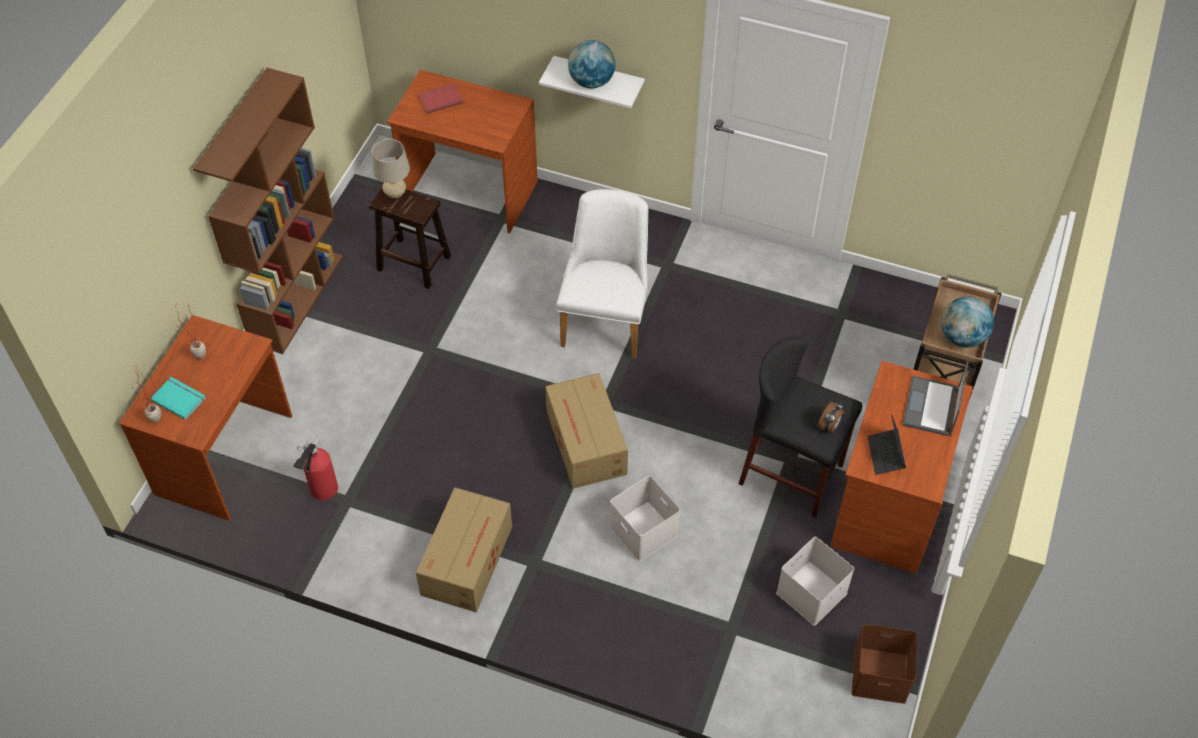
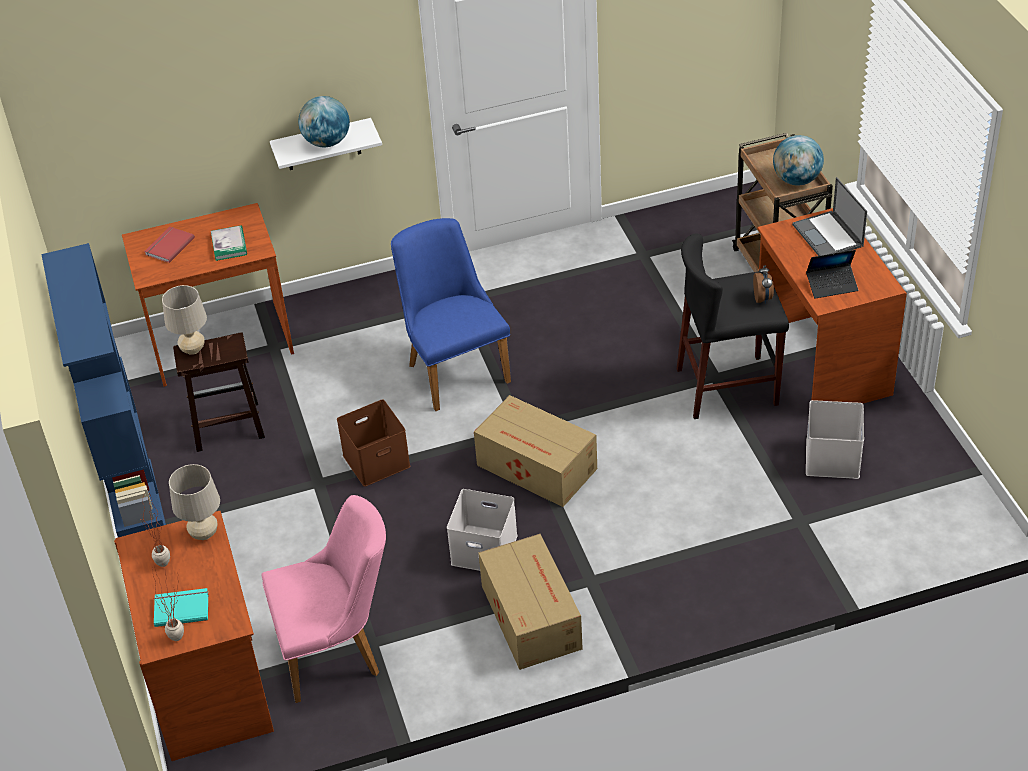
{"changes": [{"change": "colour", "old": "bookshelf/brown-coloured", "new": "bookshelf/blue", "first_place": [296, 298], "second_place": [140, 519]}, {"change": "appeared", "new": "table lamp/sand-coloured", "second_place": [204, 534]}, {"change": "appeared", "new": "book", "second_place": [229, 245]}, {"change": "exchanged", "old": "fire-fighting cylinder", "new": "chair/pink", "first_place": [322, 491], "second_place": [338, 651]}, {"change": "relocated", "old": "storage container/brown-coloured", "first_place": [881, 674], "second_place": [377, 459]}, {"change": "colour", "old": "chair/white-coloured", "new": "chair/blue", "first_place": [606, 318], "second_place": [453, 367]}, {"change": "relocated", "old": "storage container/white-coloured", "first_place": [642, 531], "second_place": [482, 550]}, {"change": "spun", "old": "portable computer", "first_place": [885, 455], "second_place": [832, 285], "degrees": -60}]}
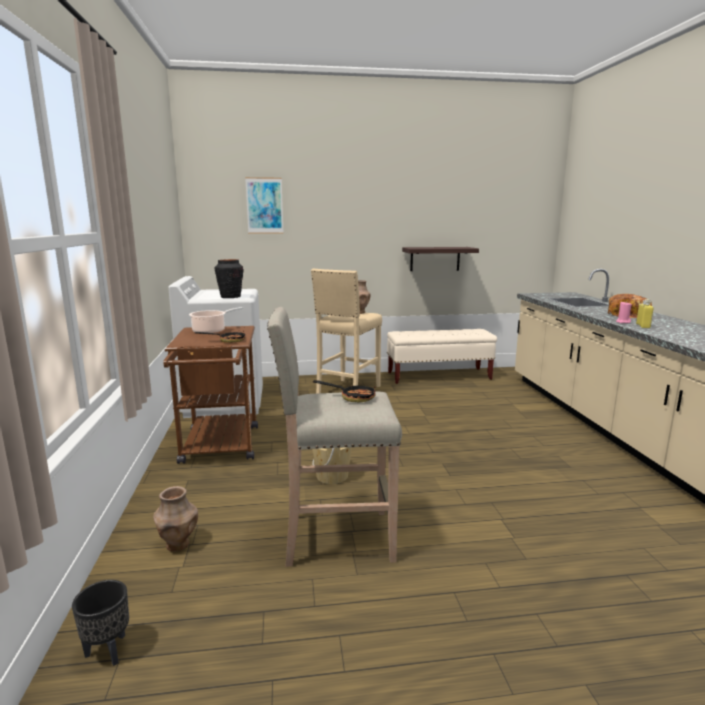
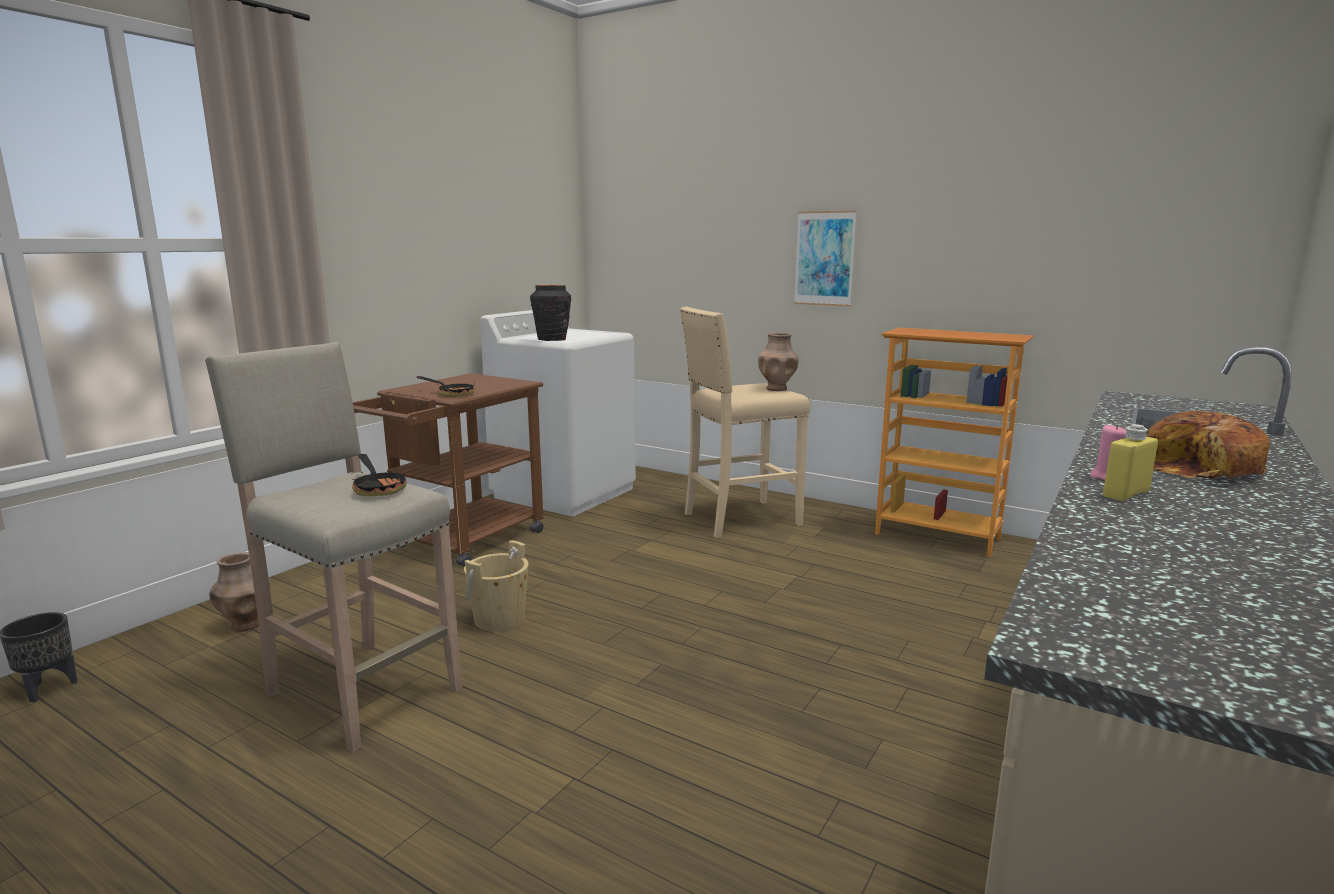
{"changes": [{"change": "relocated", "old": "picture", "first_place": [264, 205], "second_place": [824, 258]}, {"change": "exchanged", "old": "indoor bench/sand-coloured", "new": "bookshelf", "first_place": [439, 376], "second_place": [938, 536]}, {"change": "missing", "old": "stockpot", "first_place": [211, 331]}, {"change": "missing", "old": "bracket shelf", "first_place": [435, 259]}]}
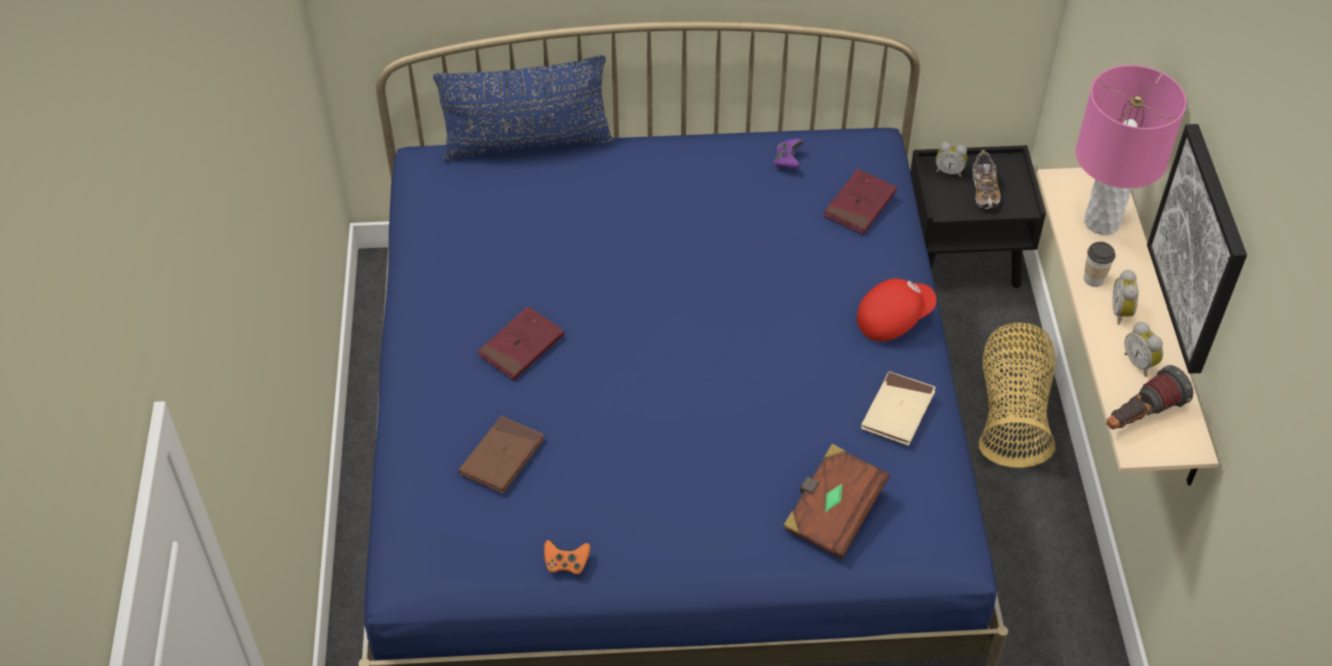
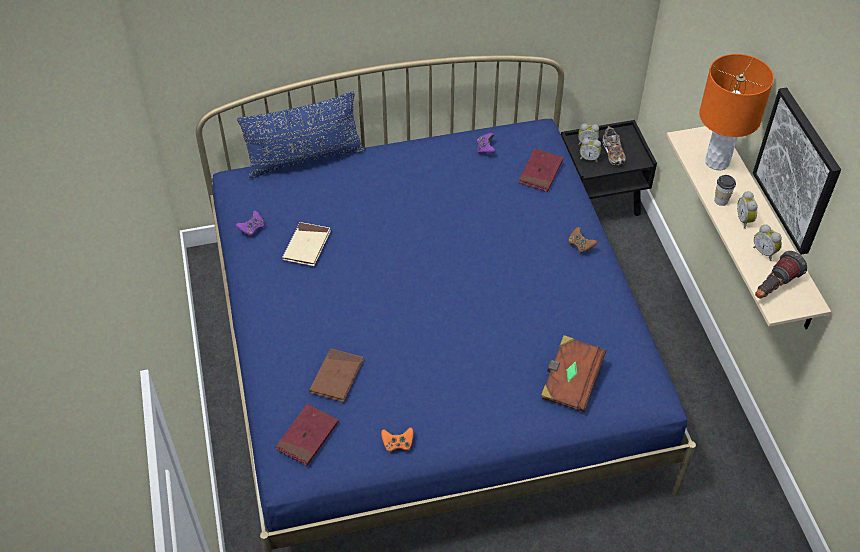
{"changes": [{"change": "appeared", "new": "gamepad/purple", "second_place": [252, 229]}, {"change": "relocated", "old": "book/red", "first_place": [521, 346], "second_place": [307, 436]}, {"change": "relocated", "old": "book/sand-coloured", "first_place": [897, 411], "second_place": [307, 246]}, {"change": "exchanged", "old": "cap/red", "new": "gamepad/brown-coloured", "first_place": [893, 318], "second_place": [580, 245]}, {"change": "appeared", "new": "alarm clock", "second_place": [589, 158]}, {"change": "colour", "old": "table lamp/pink", "new": "table lamp/orangey", "first_place": [1101, 221], "second_place": [716, 162]}, {"change": "missing", "old": "storage basket", "first_place": [1012, 413]}]}
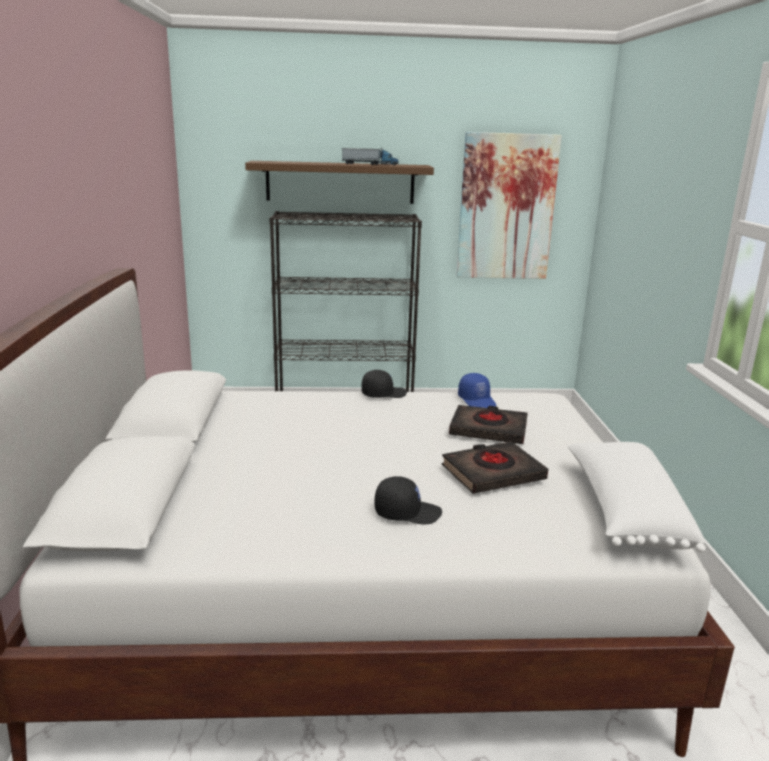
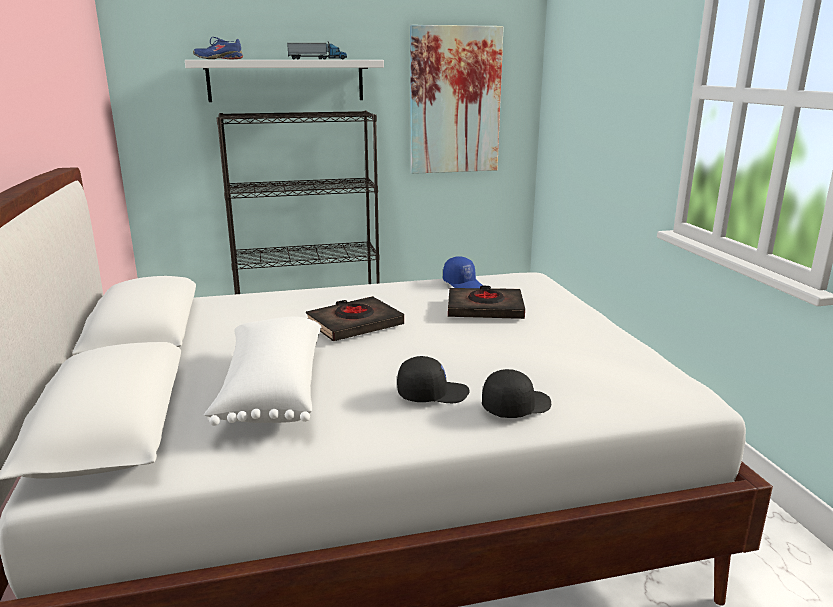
{"changes": [{"change": "colour", "old": "bracket shelf/brown-coloured", "new": "bracket shelf/white-coloured", "first_place": [340, 182], "second_place": [286, 80]}, {"change": "appeared", "new": "item of footwear/blue", "second_place": [219, 59]}, {"change": "relocated", "old": "throw pillow/white-coloured", "first_place": [624, 512], "second_place": [271, 390]}, {"change": "relocated", "old": "book/blackish", "first_place": [492, 473], "second_place": [354, 324]}, {"change": "relocated", "old": "cap/blackish", "first_place": [383, 394], "second_place": [515, 406]}]}
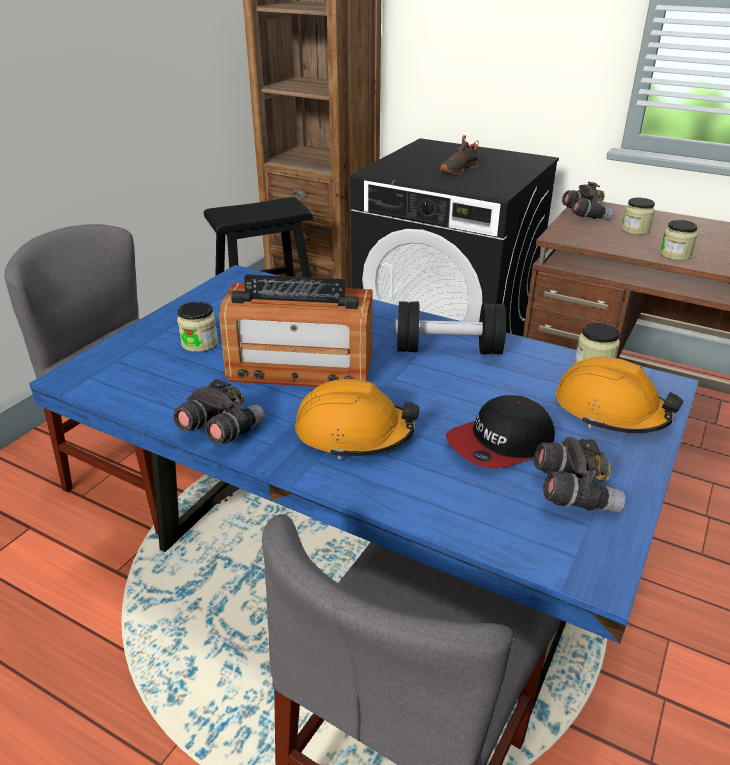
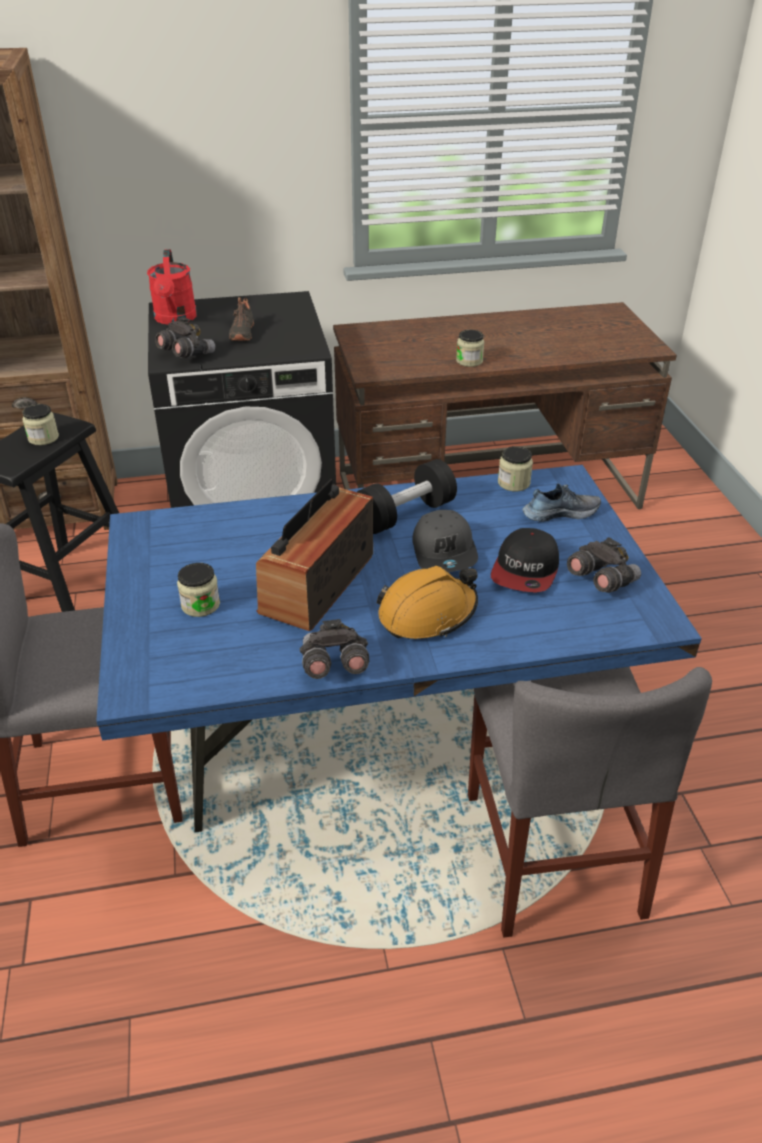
{"changes": [{"change": "relocated", "old": "preserve jar", "first_place": [635, 230], "second_place": [43, 438]}, {"change": "appeared", "new": "sprinkling can/red", "second_place": [175, 319]}, {"change": "relocated", "old": "pair of binoculars/greyish", "first_place": [584, 216], "second_place": [186, 355]}, {"change": "spun", "old": "radio", "first_place": [300, 367], "second_place": [317, 583], "degrees": 150}, {"change": "appeared", "new": "cap/greyish", "second_place": [445, 552]}, {"change": "exchanged", "old": "work helmet/orangey", "new": "item of footwear", "first_place": [611, 411], "second_place": [560, 513]}]}
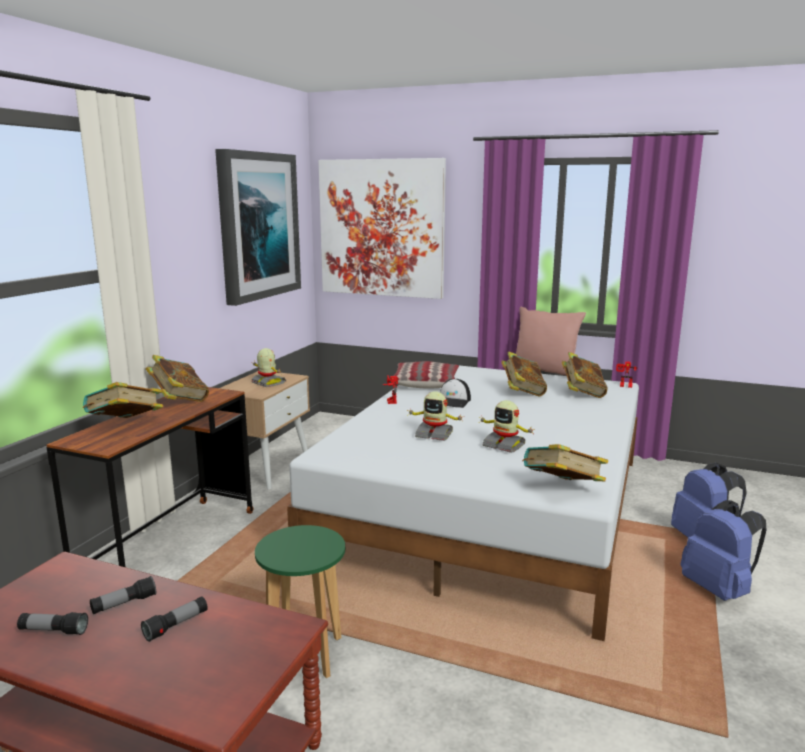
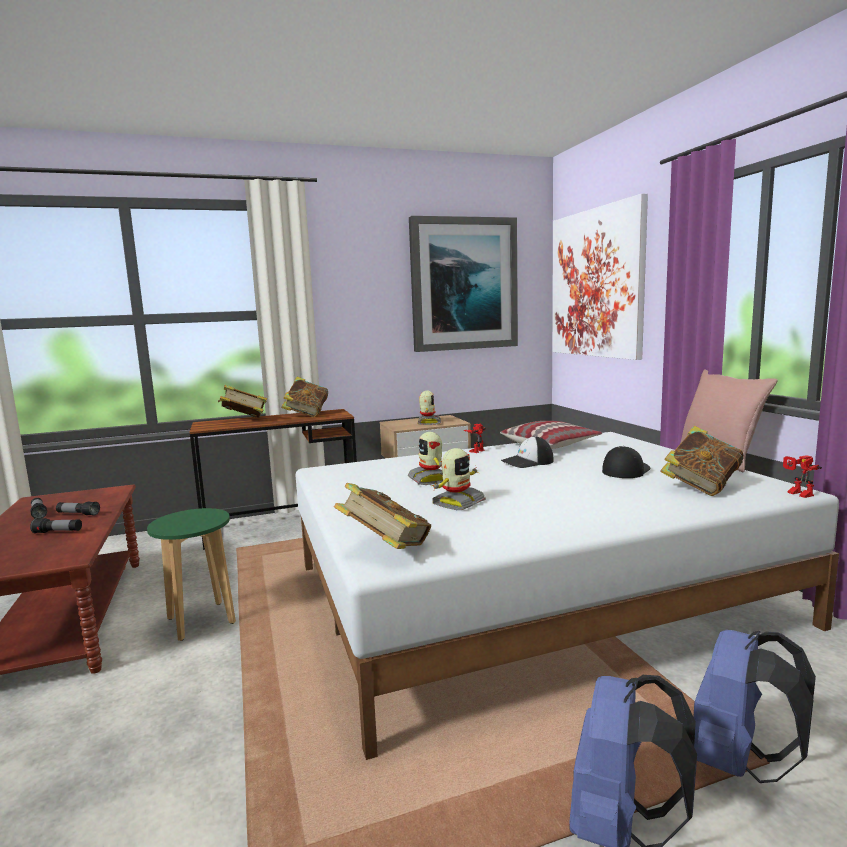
{"changes": [{"change": "spun", "old": "toy robot", "first_place": [504, 445], "second_place": [457, 503], "degrees": -135}, {"change": "exchanged", "old": "book", "new": "cap", "first_place": [522, 392], "second_place": [625, 470]}]}
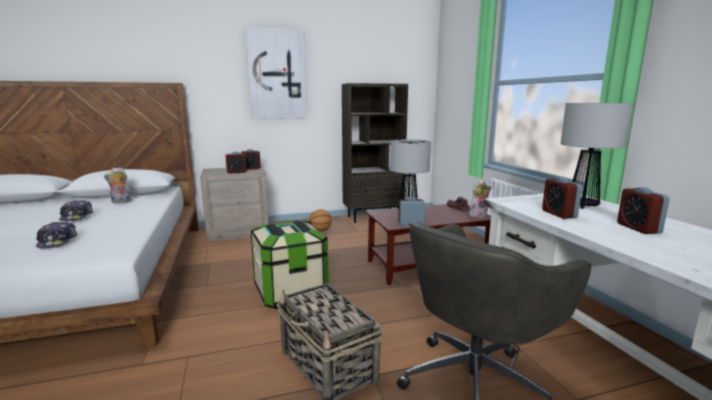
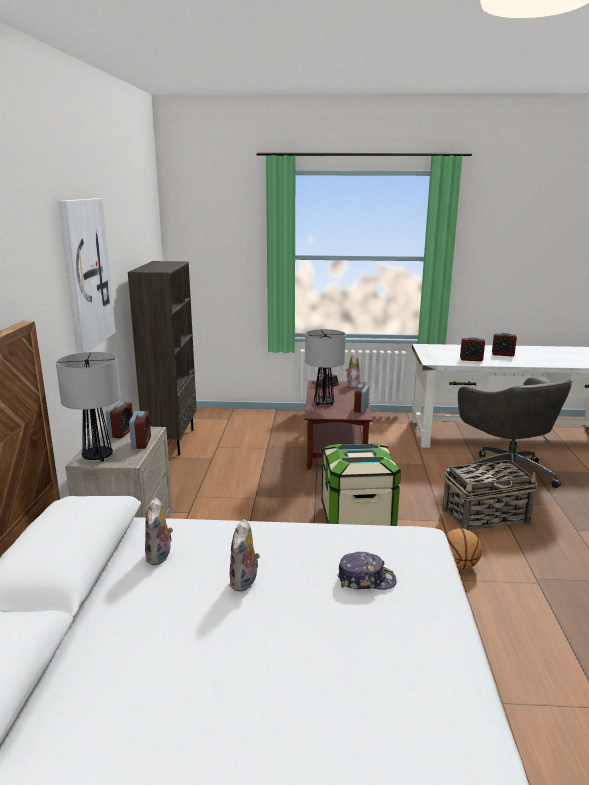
{"changes": [{"change": "relocated", "old": "table lamp", "first_place": [582, 206], "second_place": [98, 457]}, {"change": "exchanged", "old": "cap", "new": "cuddly toy", "first_place": [77, 217], "second_place": [245, 582]}, {"change": "relocated", "old": "ball for basketball", "first_place": [320, 230], "second_place": [458, 565]}]}
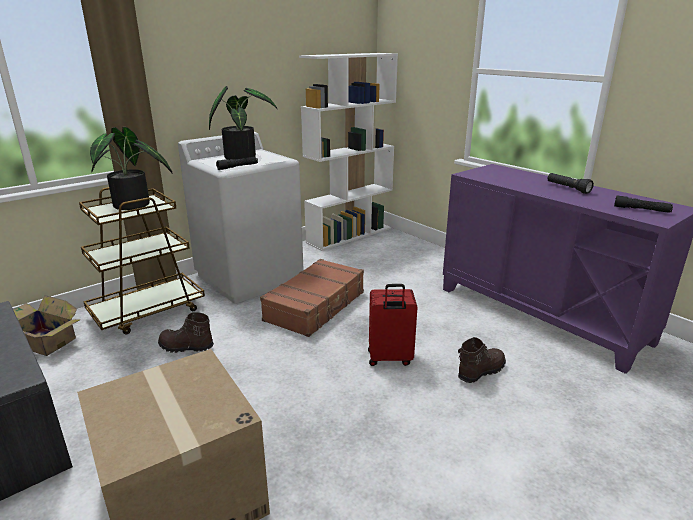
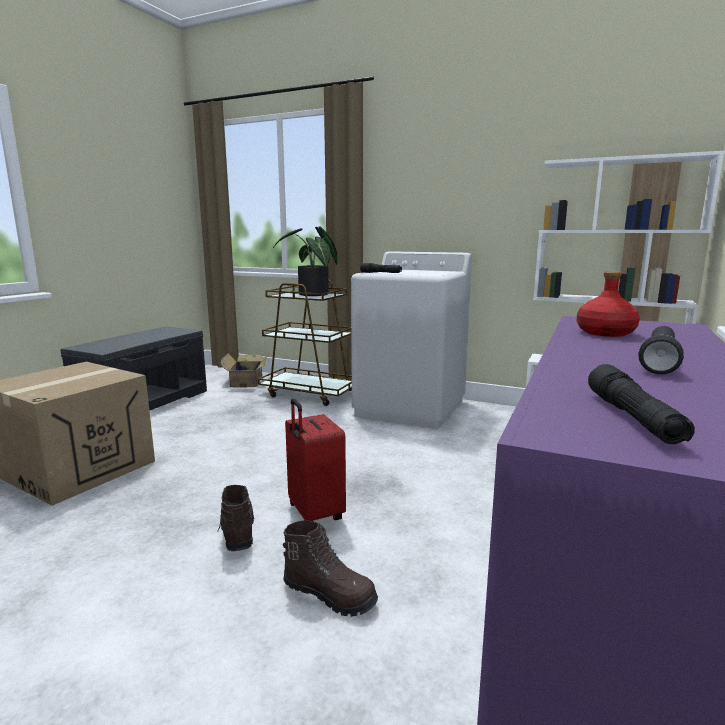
{"changes": [{"change": "relocated", "old": "high-top boot/brown-coloured", "first_place": [186, 347], "second_place": [237, 532]}, {"change": "appeared", "new": "drink bottle/red", "second_place": [605, 333]}, {"change": "missing", "old": "plant in a pot", "first_place": [242, 157]}, {"change": "missing", "old": "suitcase/brown-coloured", "first_place": [316, 306]}]}
